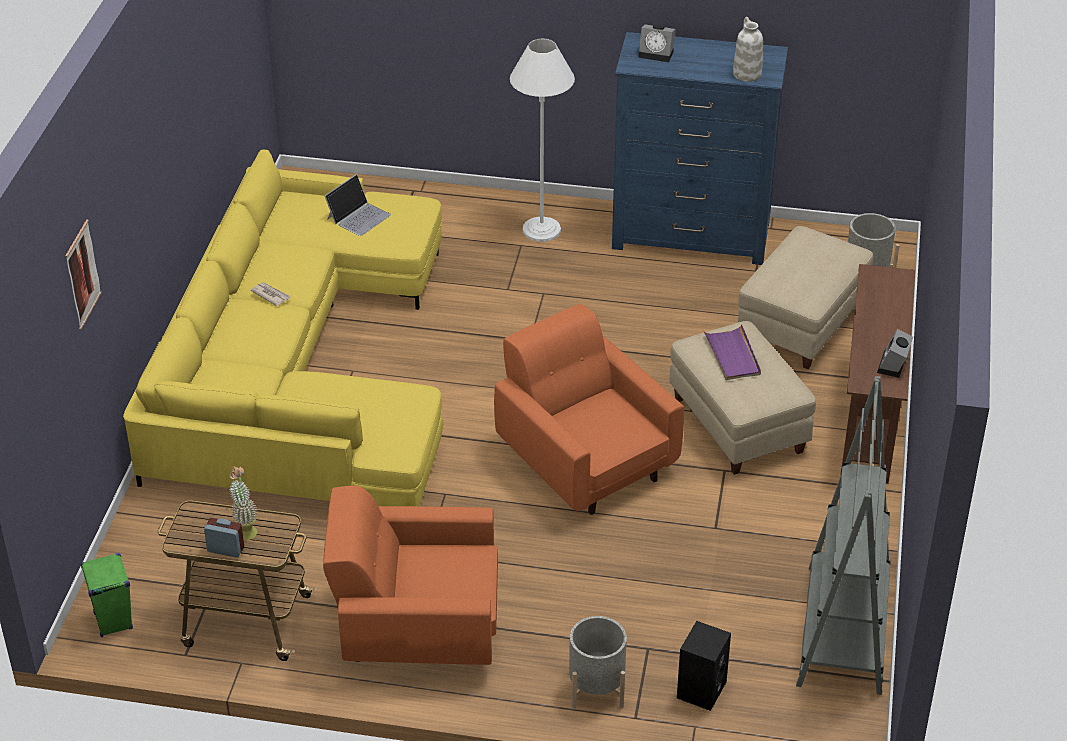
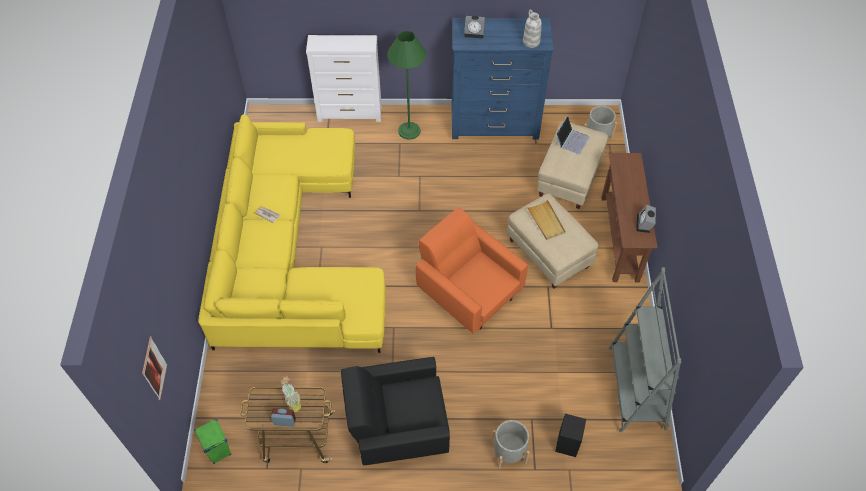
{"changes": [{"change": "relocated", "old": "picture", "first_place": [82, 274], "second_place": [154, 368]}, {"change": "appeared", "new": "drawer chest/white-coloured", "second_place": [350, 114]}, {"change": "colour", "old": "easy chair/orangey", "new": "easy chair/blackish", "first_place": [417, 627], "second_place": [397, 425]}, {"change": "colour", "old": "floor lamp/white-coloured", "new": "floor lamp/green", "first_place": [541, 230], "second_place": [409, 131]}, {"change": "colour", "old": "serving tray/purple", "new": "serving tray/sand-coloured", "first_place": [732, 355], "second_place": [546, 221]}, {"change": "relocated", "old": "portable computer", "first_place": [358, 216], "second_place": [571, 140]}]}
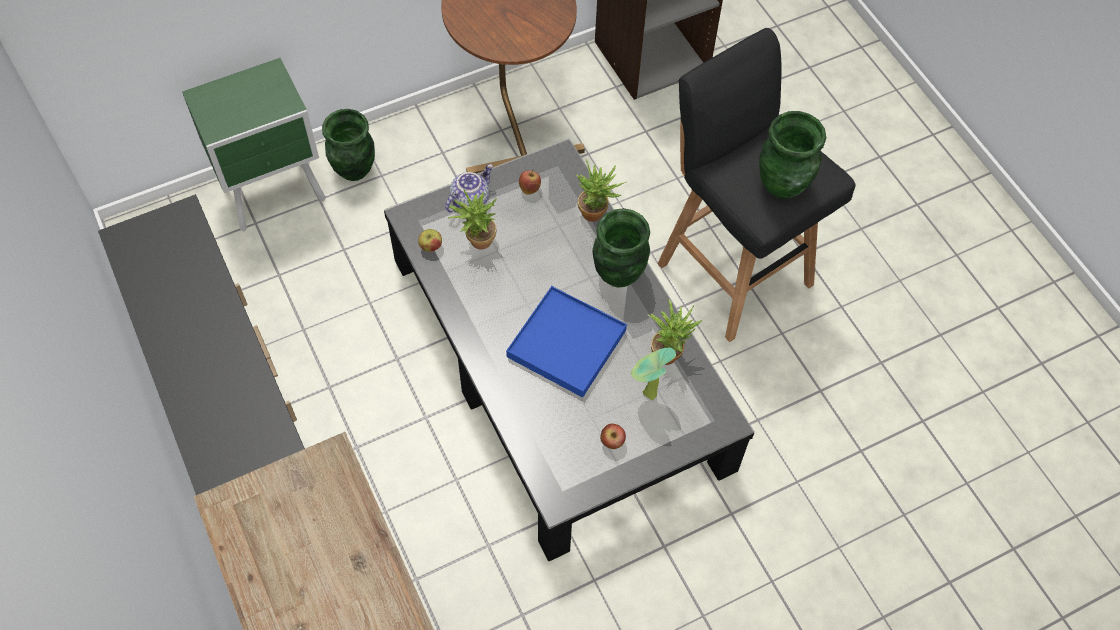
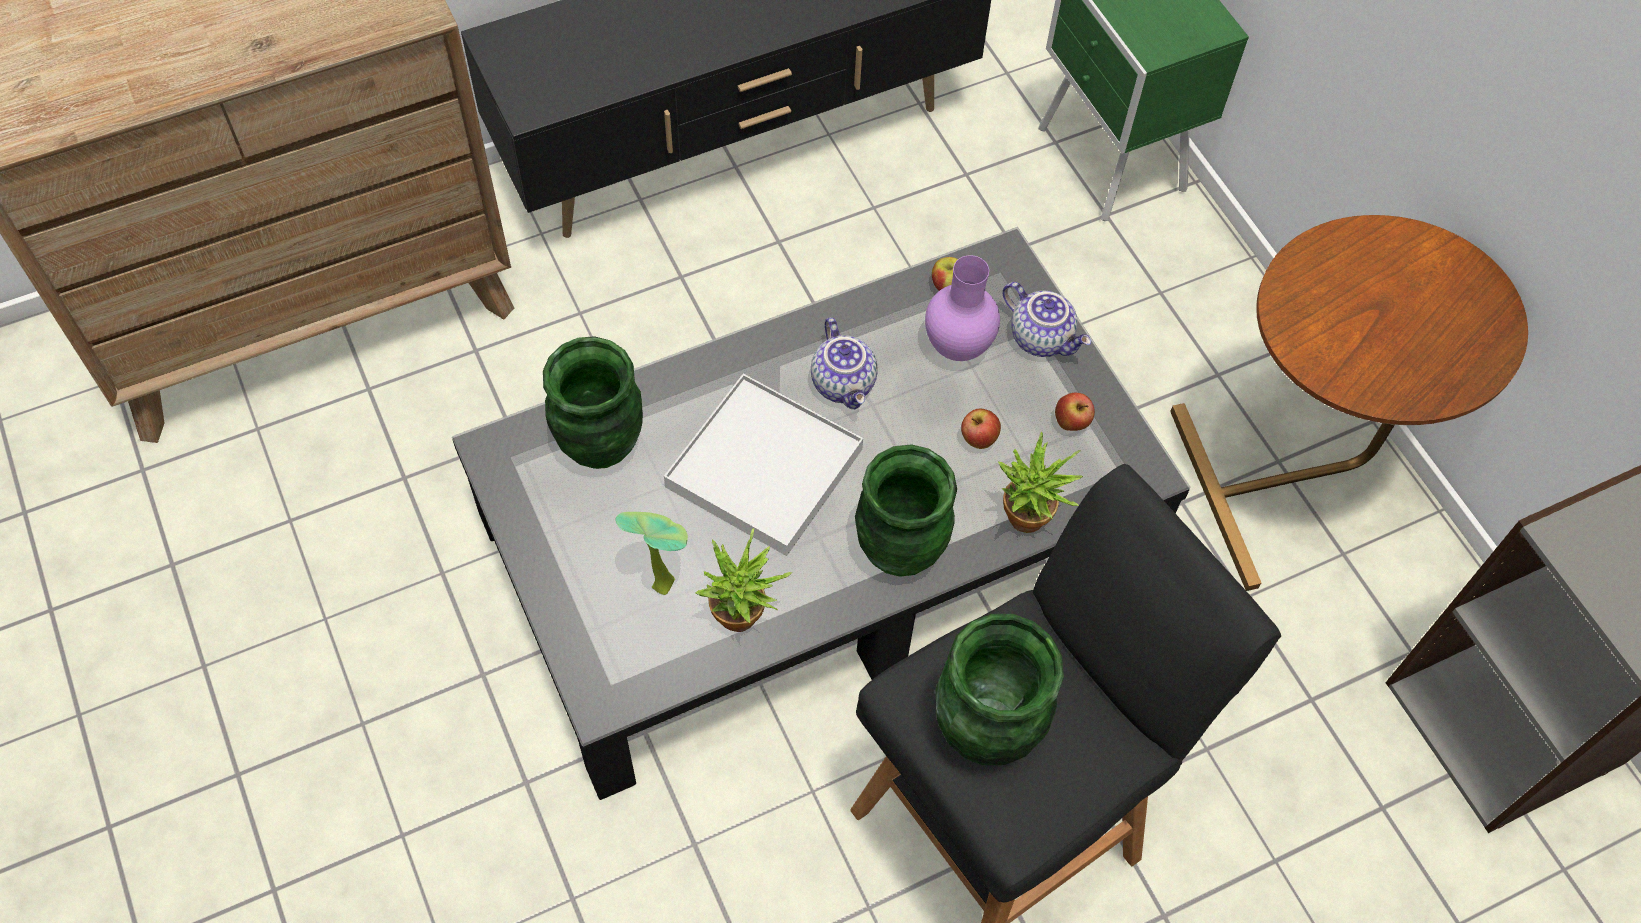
{"changes": [{"change": "relocated", "old": "flower vase/green", "first_place": [354, 170], "second_place": [599, 446]}, {"change": "colour", "old": "serving tray/blue", "new": "serving tray/white-coloured", "first_place": [567, 343], "second_place": [764, 468]}, {"change": "appeared", "new": "teapot", "second_place": [845, 384]}, {"change": "exchanged", "old": "plant in a pot", "new": "flower vase/purple", "first_place": [476, 241], "second_place": [959, 347]}, {"change": "relocated", "old": "whole apple", "first_place": [612, 442], "second_place": [978, 439]}]}
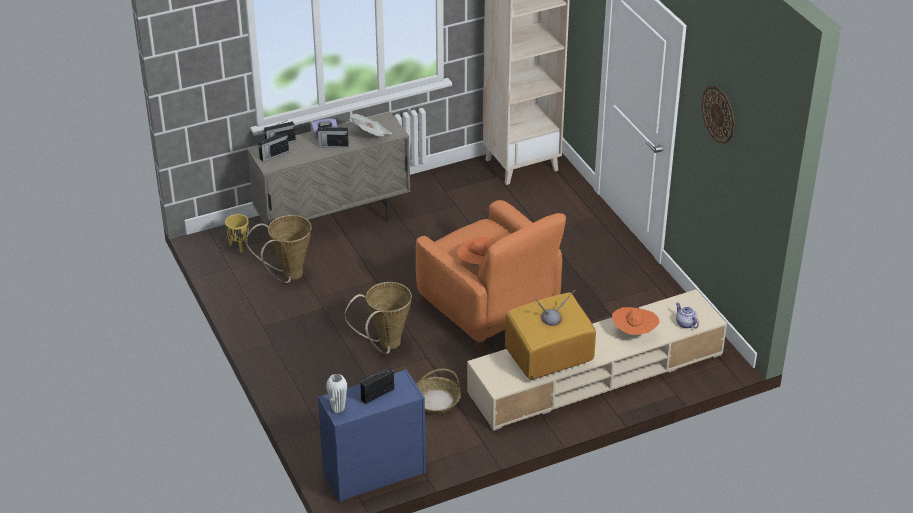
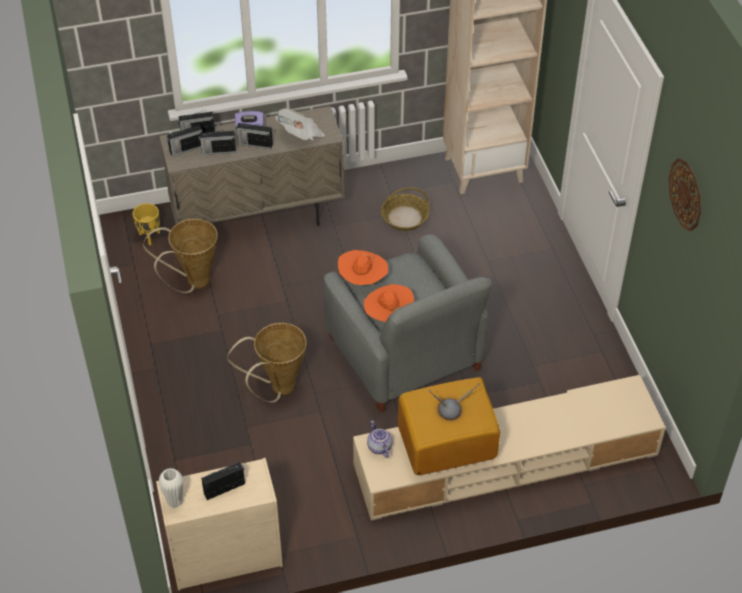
{"changes": [{"change": "colour", "old": "drawer chest/blue", "new": "drawer chest/sand-coloured", "first_place": [373, 473], "second_place": [224, 557]}, {"change": "appeared", "new": "radio", "second_place": [218, 151]}, {"change": "colour", "old": "easy chair/orangey", "new": "easy chair/greyish", "first_place": [490, 308], "second_place": [405, 354]}, {"change": "relocated", "old": "wearable hat/orangey", "first_place": [634, 333], "second_place": [362, 280]}, {"change": "relocated", "old": "teapot", "first_place": [685, 324], "second_place": [378, 447]}, {"change": "relocated", "old": "storage basket", "first_place": [436, 401], "second_place": [405, 217]}]}
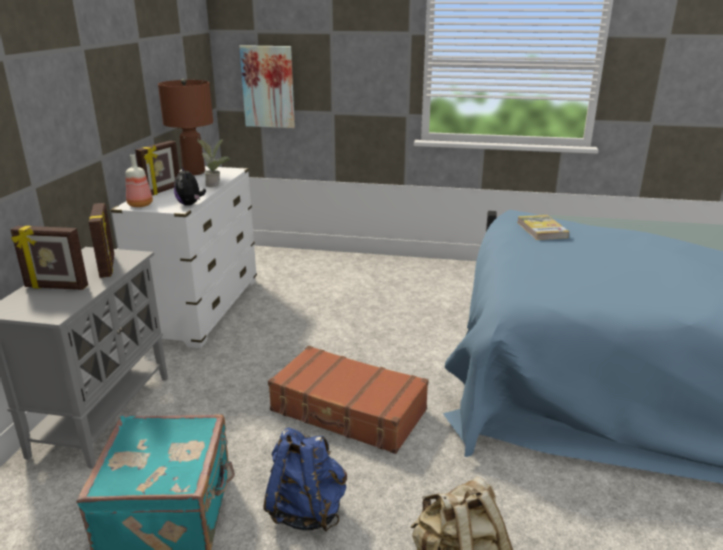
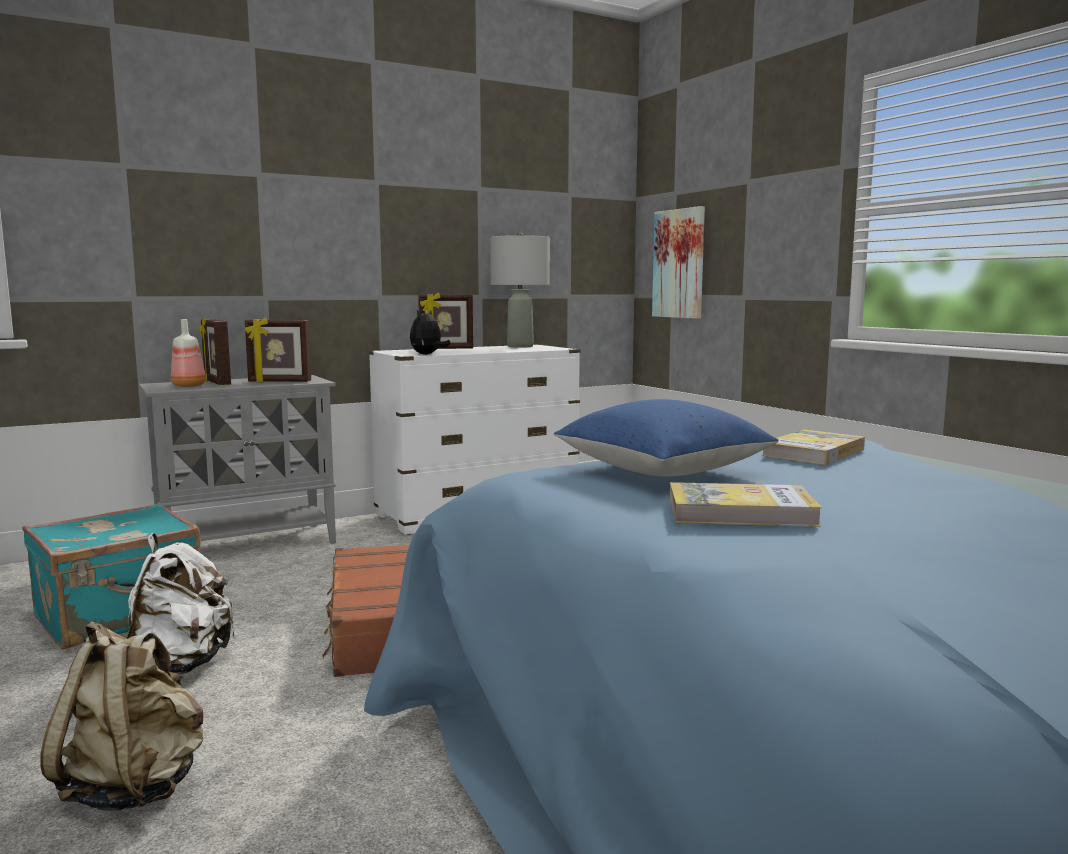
{"changes": [{"change": "colour", "old": "rucksack/blue", "new": "rucksack/white-coloured", "first_place": [306, 510], "second_place": [180, 667]}, {"change": "relocated", "old": "drink bottle", "first_place": [140, 205], "second_place": [190, 386]}, {"change": "spun", "old": "standing frame", "first_place": [108, 266], "second_place": [279, 382], "degrees": 60}, {"change": "colour", "old": "table lamp/brown-coloured", "new": "table lamp/greyish", "first_place": [194, 172], "second_place": [520, 346]}, {"change": "appeared", "new": "throw pillow/blue", "second_place": [662, 471]}, {"change": "appeared", "new": "book", "second_place": [740, 512]}, {"change": "missing", "old": "plant in a pot", "first_place": [216, 184]}]}
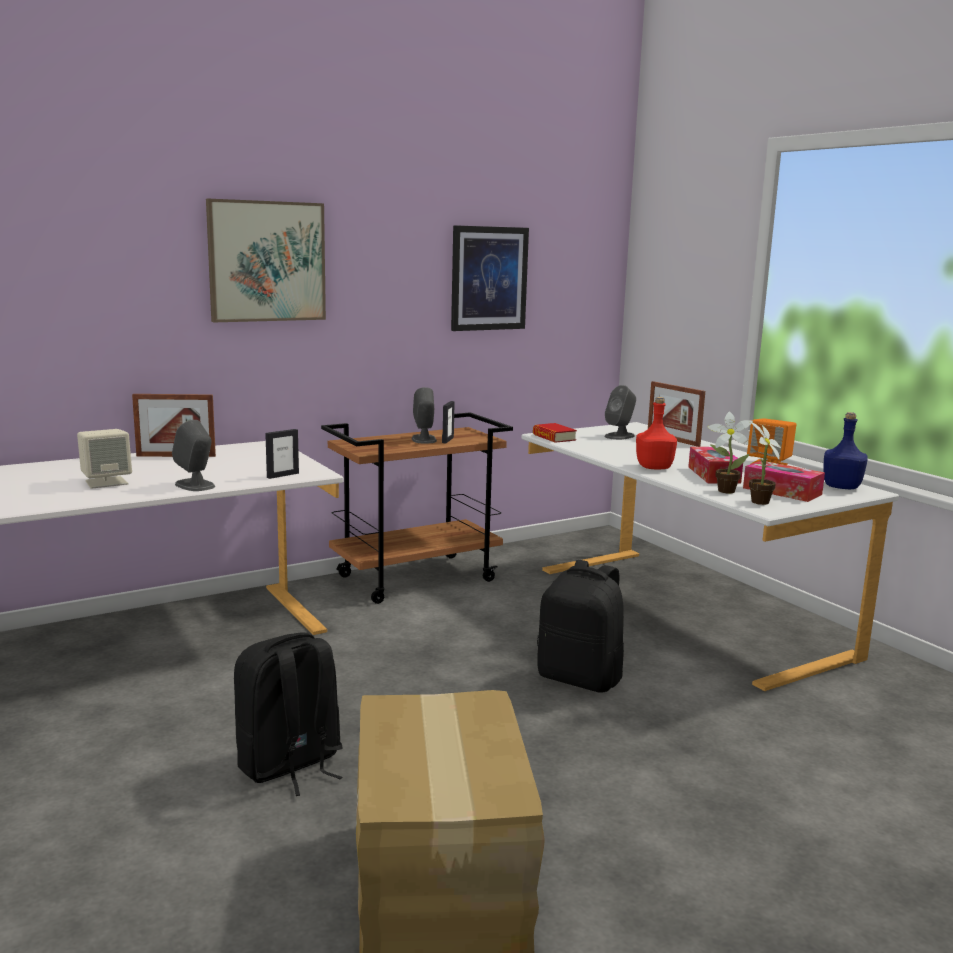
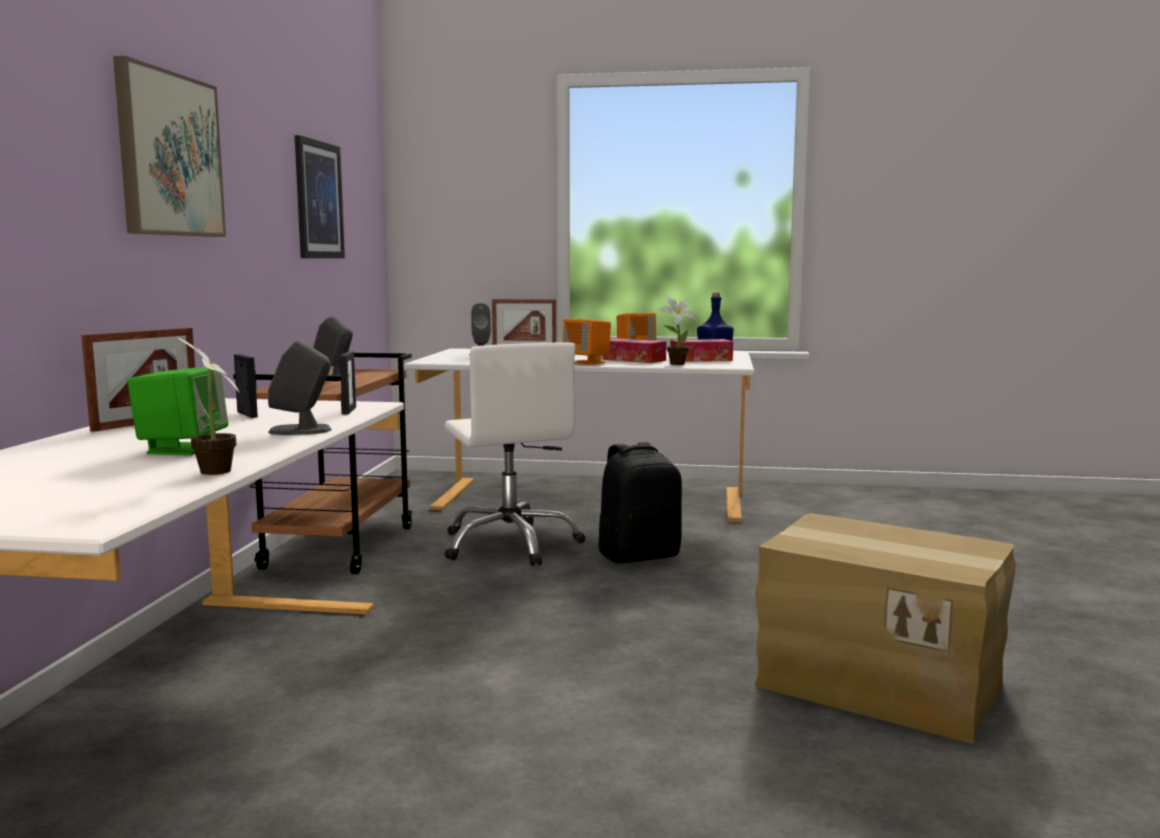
{"changes": [{"change": "colour", "old": "speaker/sand-coloured", "new": "speaker/green", "first_place": [106, 482], "second_place": [182, 449]}, {"change": "relocated", "old": "plant in a pot", "first_place": [758, 502], "second_place": [214, 473]}, {"change": "relocated", "old": "standing frame", "first_place": [447, 440], "second_place": [246, 414]}, {"change": "appeared", "new": "office chair/white-coloured", "second_place": [511, 544]}, {"change": "exchanged", "old": "drink bottle/red", "new": "speaker/orangey", "first_place": [654, 468], "second_place": [587, 362]}, {"change": "missing", "old": "rucksack/blackish", "first_place": [290, 765]}, {"change": "missing", "old": "book", "first_place": [554, 437]}]}
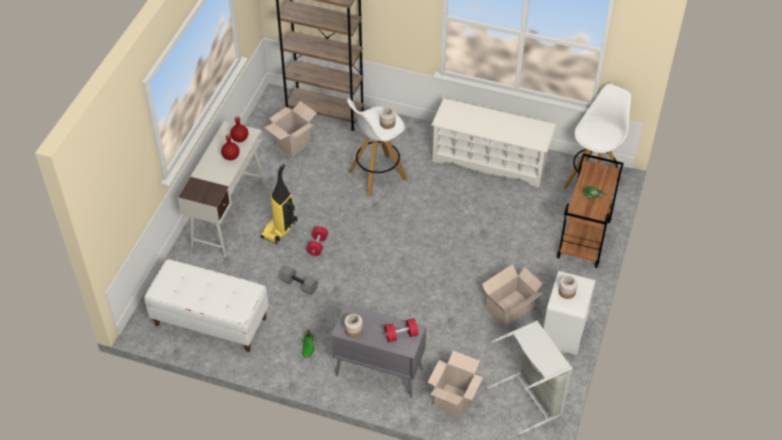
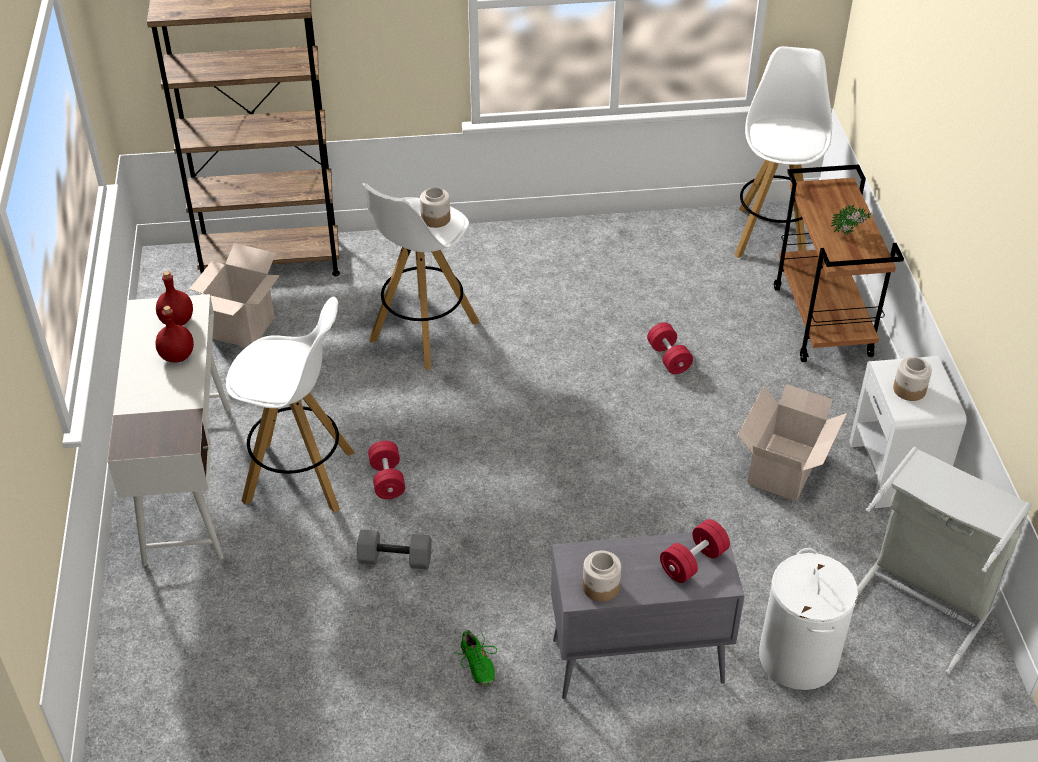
{"changes": [{"change": "exchanged", "old": "vacuum", "new": "stool seat/white-coloured", "first_place": [279, 230], "second_place": [301, 477]}, {"change": "appeared", "new": "free weight/red", "second_place": [668, 358]}, {"change": "exchanged", "old": "packing box", "new": "laundry basket/white-coloured", "first_place": [453, 400], "second_place": [798, 658]}, {"change": "missing", "old": "indoor bench/white-coloured", "first_place": [210, 321]}, {"change": "missing", "old": "shoe stand/white-coloured", "first_place": [490, 161]}]}
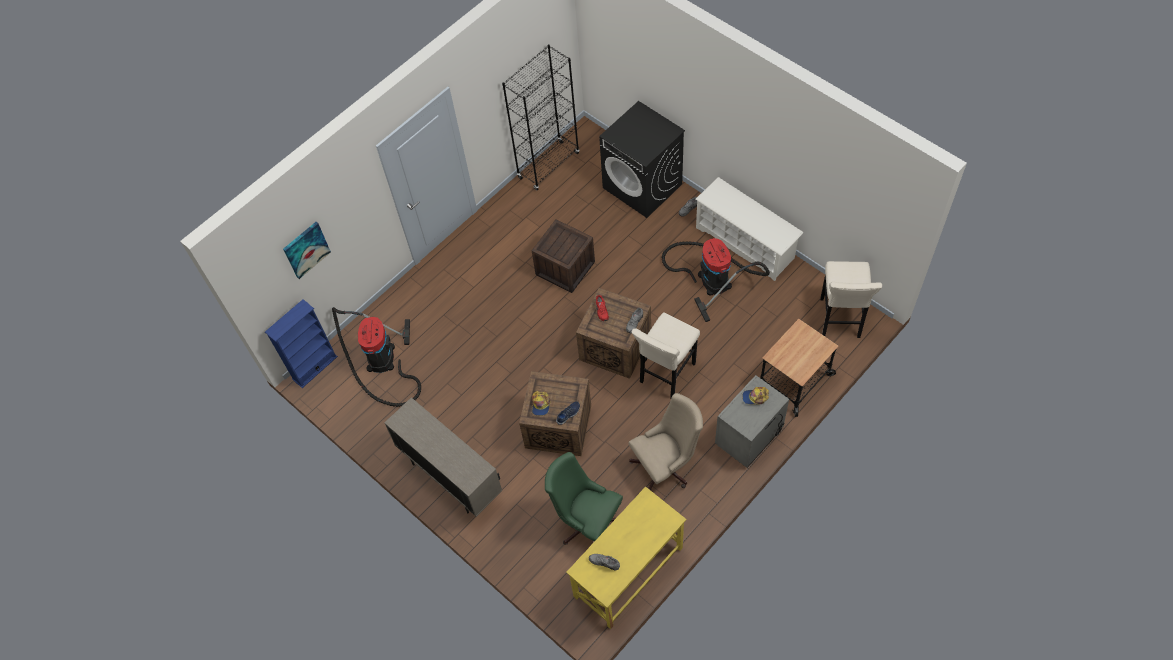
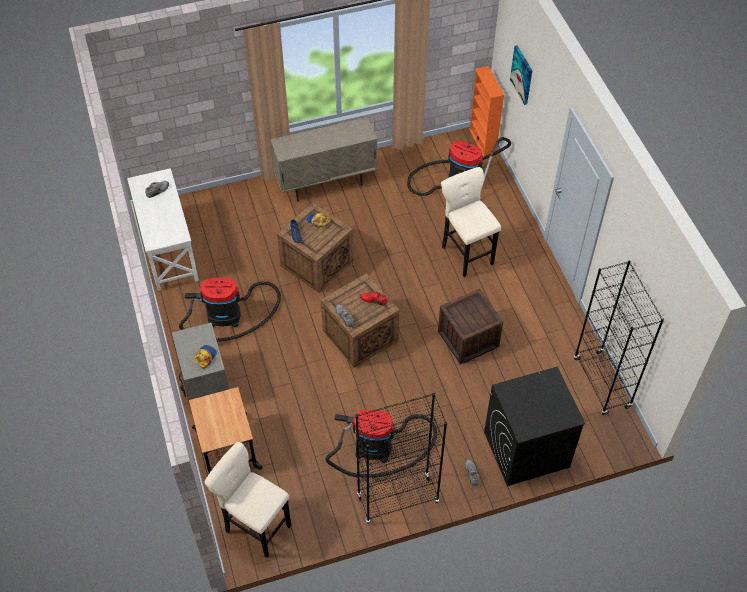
{"changes": [{"change": "colour", "old": "desk/yellow-coloured", "new": "desk/white-coloured", "first_place": [628, 572], "second_place": [168, 250]}, {"change": "exchanged", "old": "office chair/sand-coloured", "new": "vacuum", "first_place": [666, 465], "second_place": [228, 315]}, {"change": "exchanged", "old": "shoe stand/white-coloured", "new": "bookshelf/blackish", "first_place": [745, 243], "second_place": [397, 500]}, {"change": "relocated", "old": "stool seat/sand-coloured", "first_place": [666, 375], "second_place": [466, 253]}, {"change": "colour", "old": "bookshelf/blue", "new": "bookshelf/orangey", "first_place": [314, 367], "second_place": [482, 141]}, {"change": "missing", "old": "office chair/green", "first_place": [586, 521]}]}
